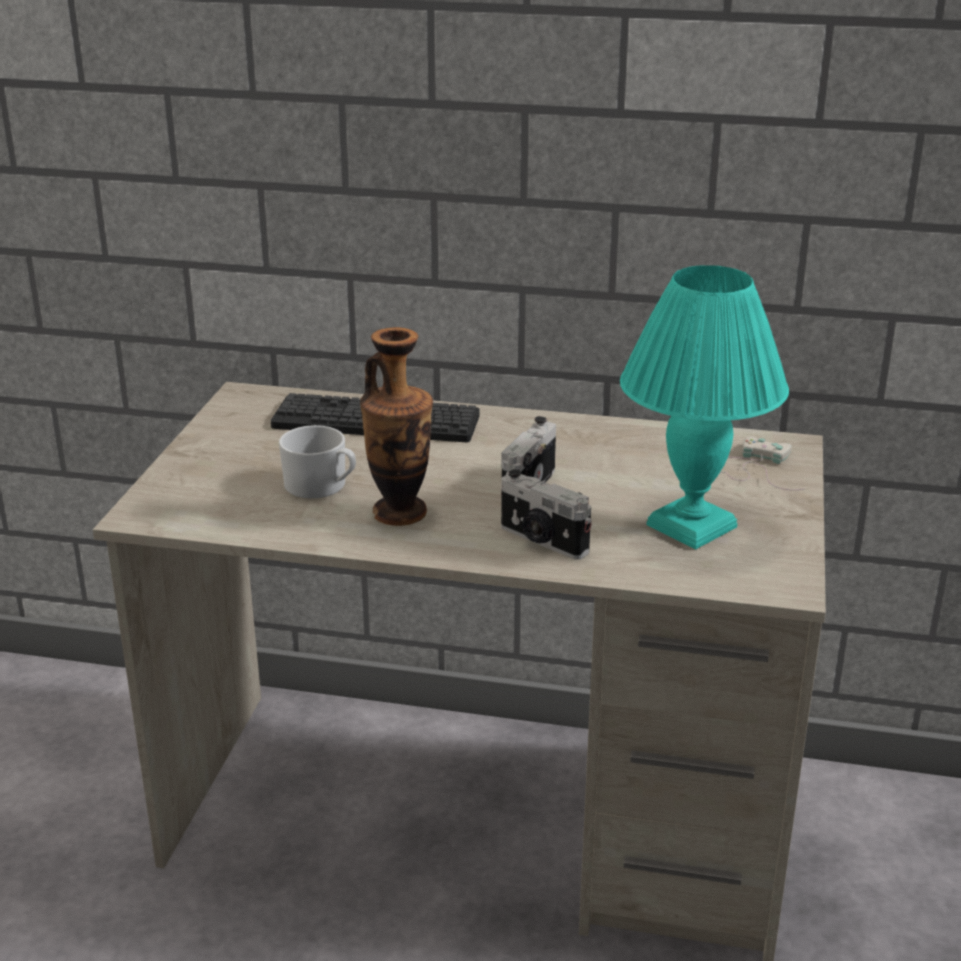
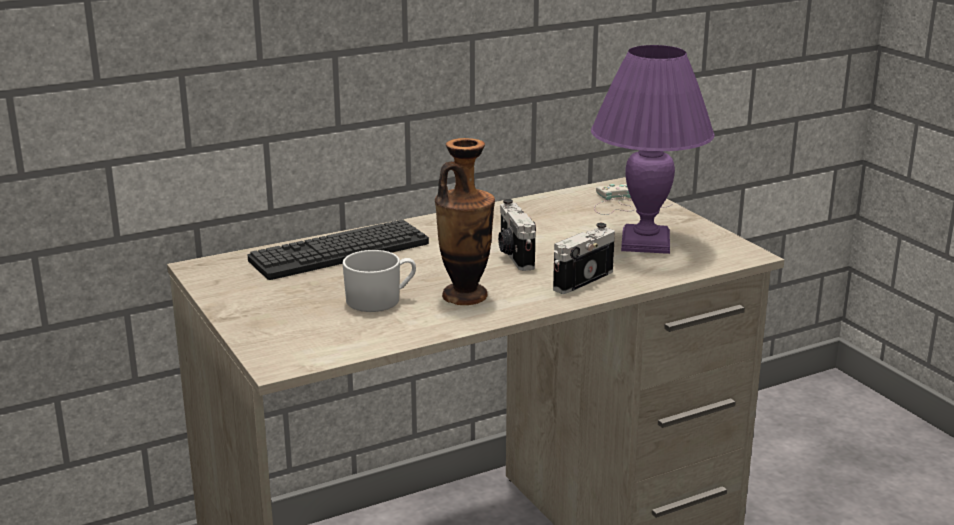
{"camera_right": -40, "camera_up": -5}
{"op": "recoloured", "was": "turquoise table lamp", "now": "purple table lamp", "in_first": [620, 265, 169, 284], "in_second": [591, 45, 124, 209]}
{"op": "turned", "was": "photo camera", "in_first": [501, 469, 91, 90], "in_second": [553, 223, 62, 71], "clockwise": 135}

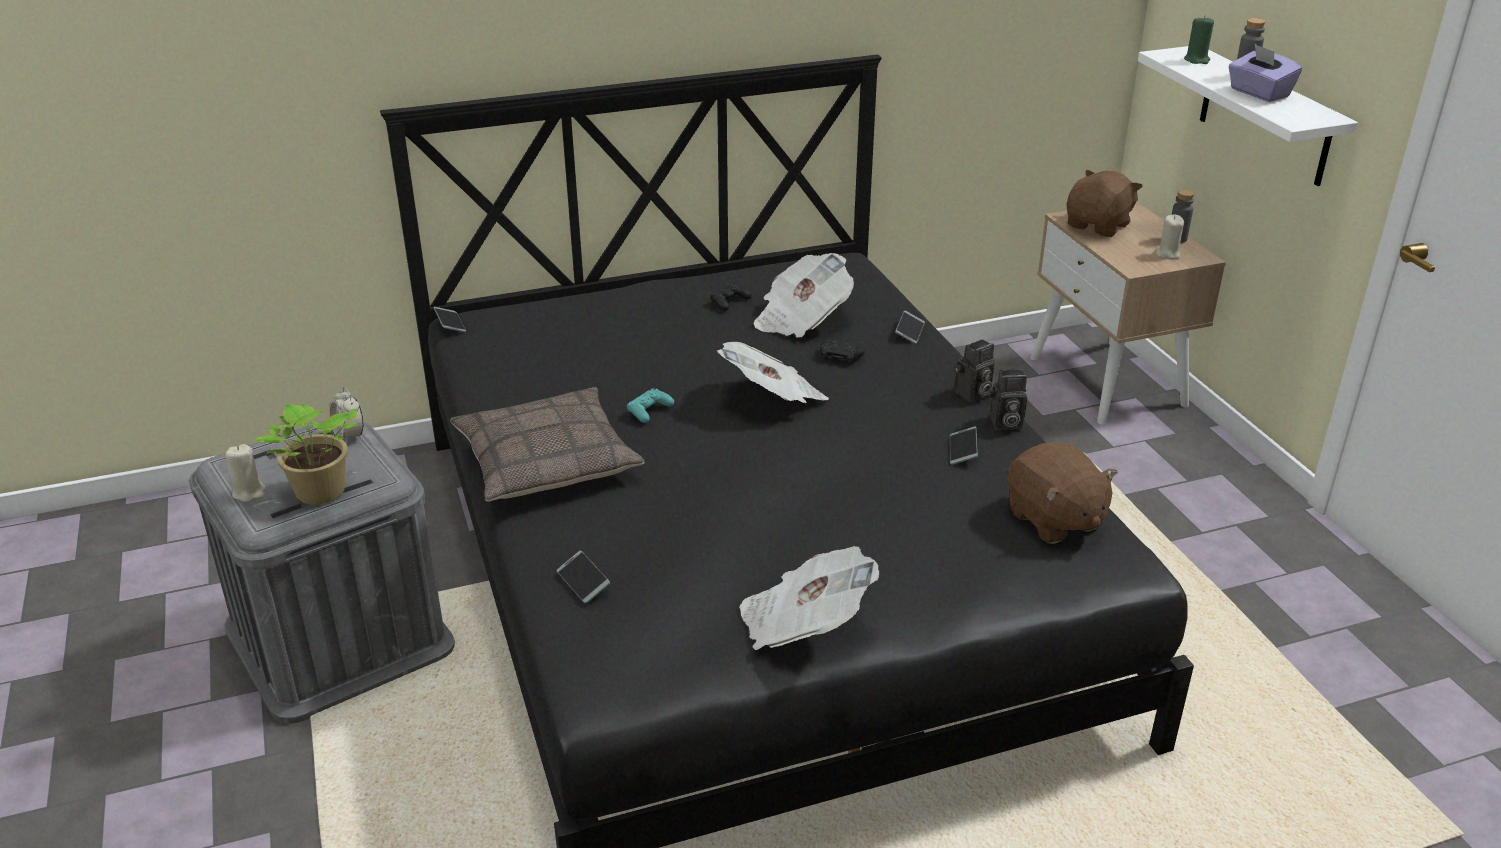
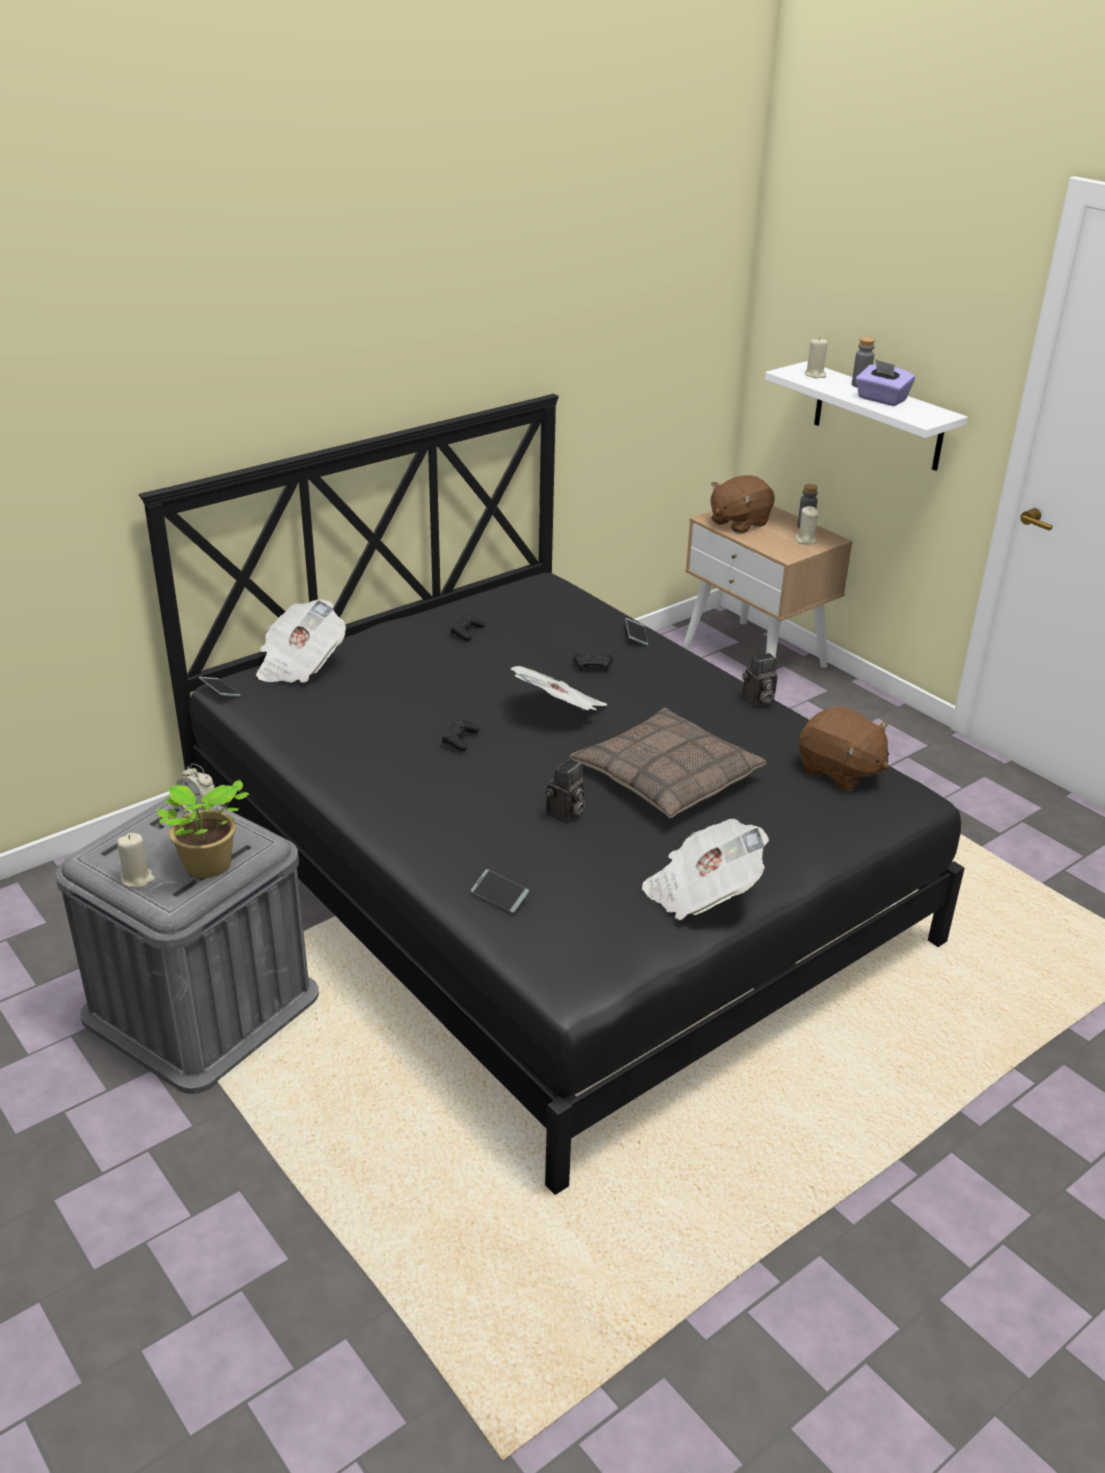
{"camera_right": -20, "camera_up": 0}
{"op": "recoloured", "was": "green candle", "now": "beige candle", "in_first": [1184, 16, 30, 48], "in_second": [805, 338, 23, 40]}
{"op": "turned", "was": "brown plush toy", "in_first": [1067, 170, 76, 67], "in_second": [711, 475, 64, 58], "clockwise": -150}
{"op": "moved", "was": "newspaper", "in_first": [753, 253, 101, 85], "in_second": [256, 599, 90, 84]}
{"op": "moved", "was": "photo camera", "in_first": [954, 339, 40, 63], "in_second": [545, 759, 40, 64]}
{"op": "moved", "was": "pillow", "in_first": [450, 387, 195, 115], "in_second": [570, 708, 196, 110]}
{"op": "recoloured", "was": "turquoise game controller", "now": "black game controller", "in_first": [627, 388, 47, 35], "in_second": [442, 719, 37, 32]}
{"op": "removed", "was": "phone", "in_first": [950, 426, 28, 39]}

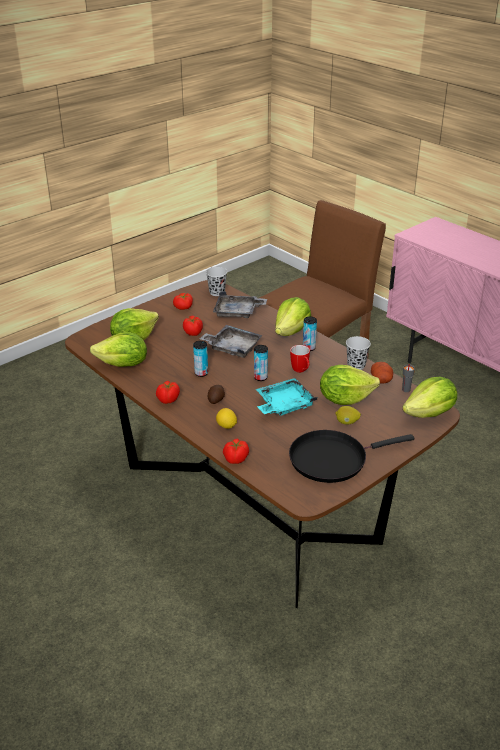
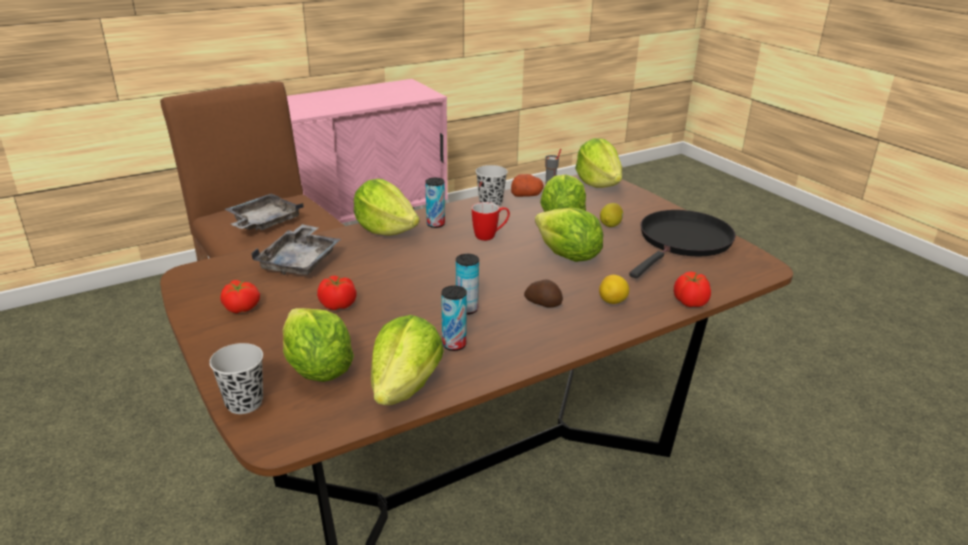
{"camera_right": -80, "camera_up": -5}
{"op": "moved", "was": "black cup", "in_first": [206, 267, 21, 29], "in_second": [209, 343, 54, 71]}
{"op": "moved", "was": "grey tray", "in_first": [200, 325, 63, 33], "in_second": [225, 194, 79, 36]}
{"op": "moved", "was": "can", "in_first": [254, 345, 14, 36], "in_second": [441, 286, 26, 65]}
{"op": "replaced", "was": "turquoise tray", "now": "lettuce", "in_first": [256, 378, 61, 38], "in_second": [535, 208, 68, 54]}
{"op": "removed", "was": "tomato", "in_first": [156, 381, 24, 23]}
{"op": "turned", "was": "black frying pan", "in_first": [289, 430, 125, 53], "in_second": [629, 210, 107, 68], "clockwise": -135}

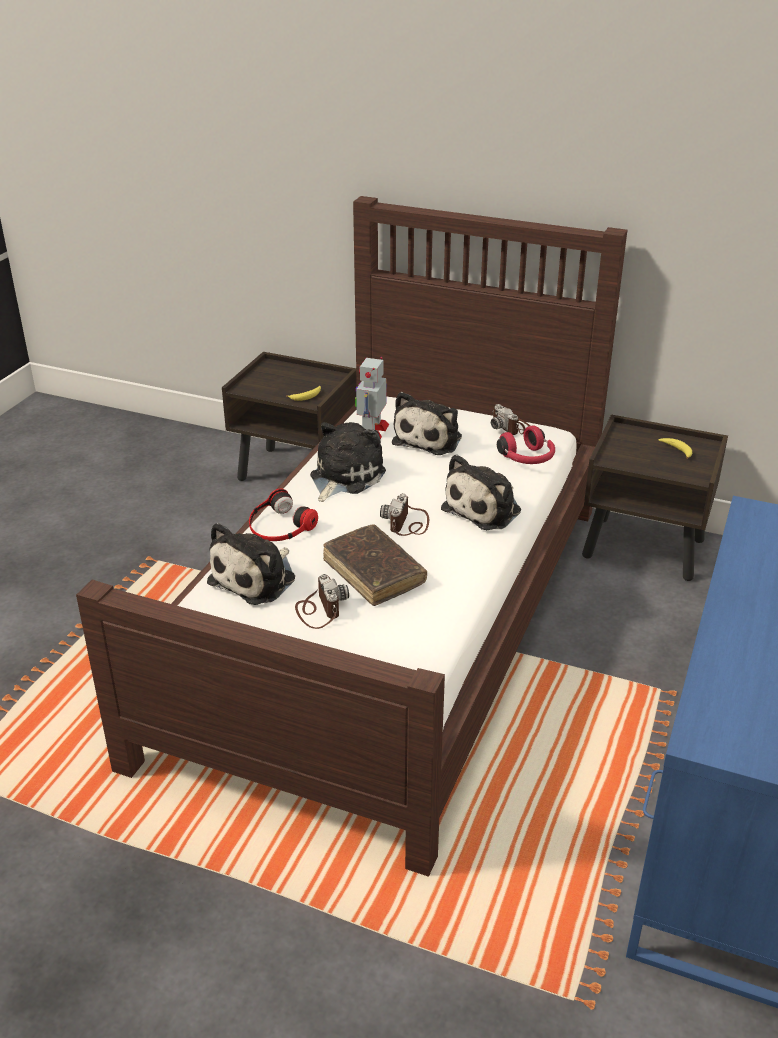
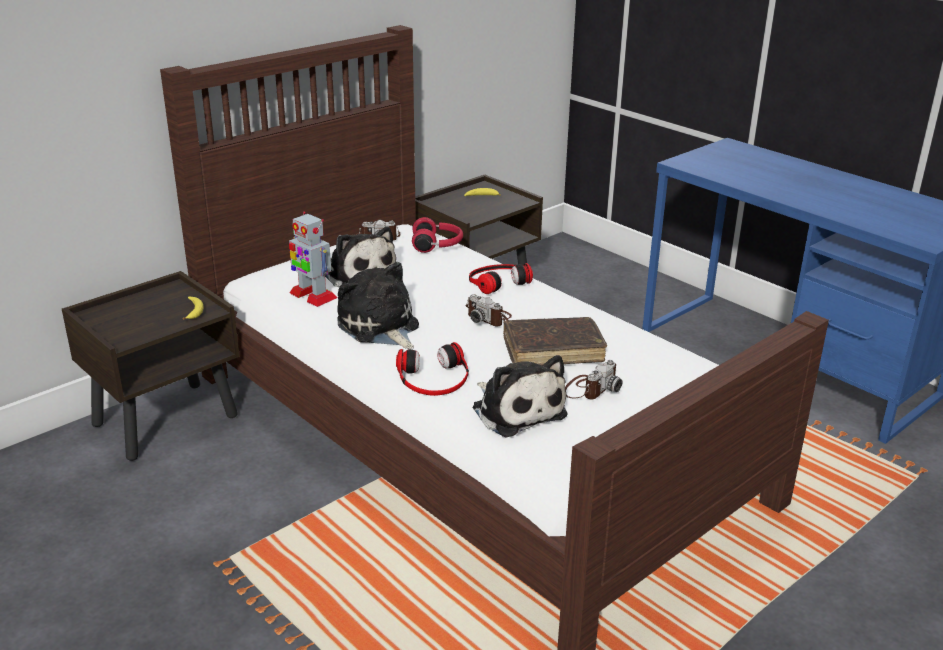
{"camera_right": -65, "camera_up": -5}
{"op": "replaced", "was": "plush toy", "now": "headphones", "in_first": [441, 454, 80, 76], "in_second": [469, 263, 64, 31]}
{"op": "turned", "was": "photo camera", "in_first": [295, 574, 54, 55], "in_second": [565, 360, 57, 39], "clockwise": 120}

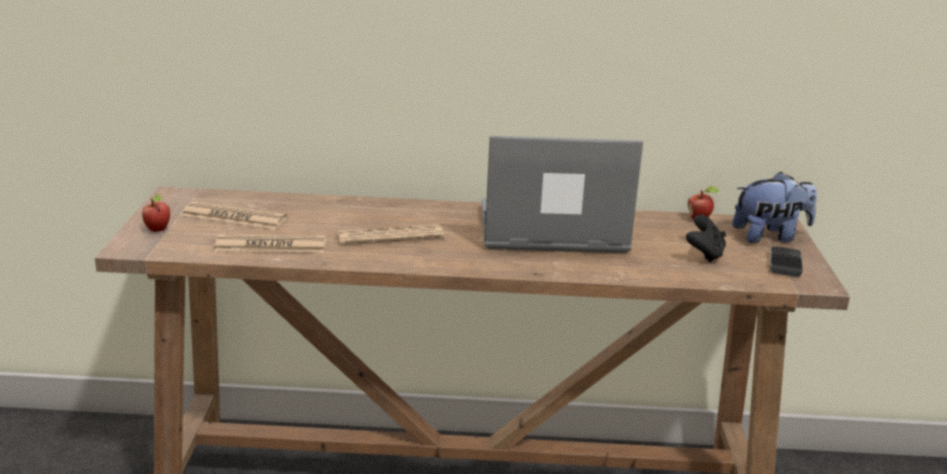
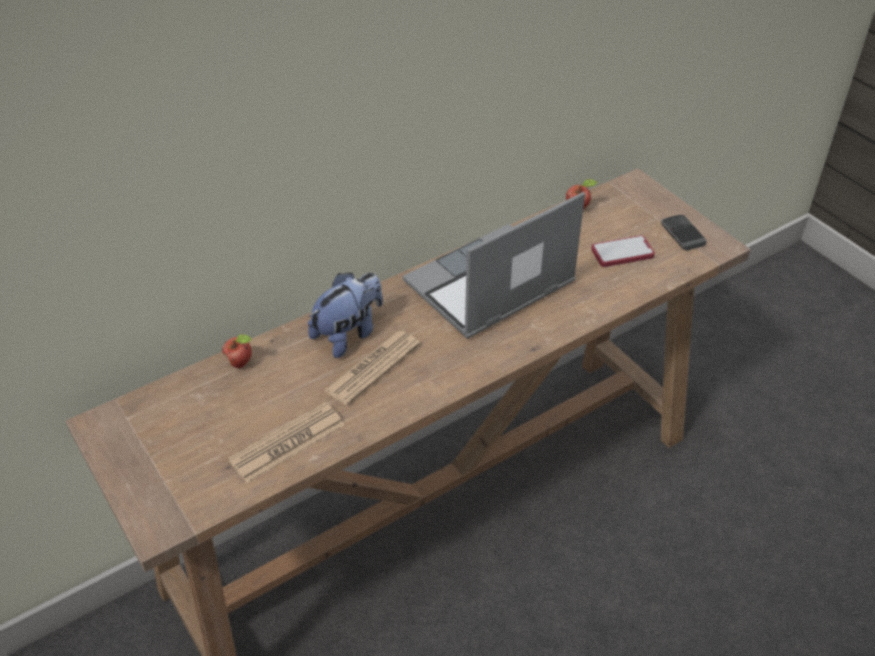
{"camera_right": -35, "camera_up": 20}
{"op": "moved", "was": "plush toy", "in_first": [732, 171, 85, 72], "in_second": [308, 273, 75, 85]}
{"op": "moved", "was": "apple", "in_first": [142, 194, 28, 38], "in_second": [222, 334, 30, 34]}
{"op": "removed", "was": "newspaper", "in_first": [182, 201, 105, 29]}
{"op": "replaced", "was": "black game controller", "now": "phone", "in_first": [686, 214, 40, 49], "in_second": [591, 235, 64, 32]}

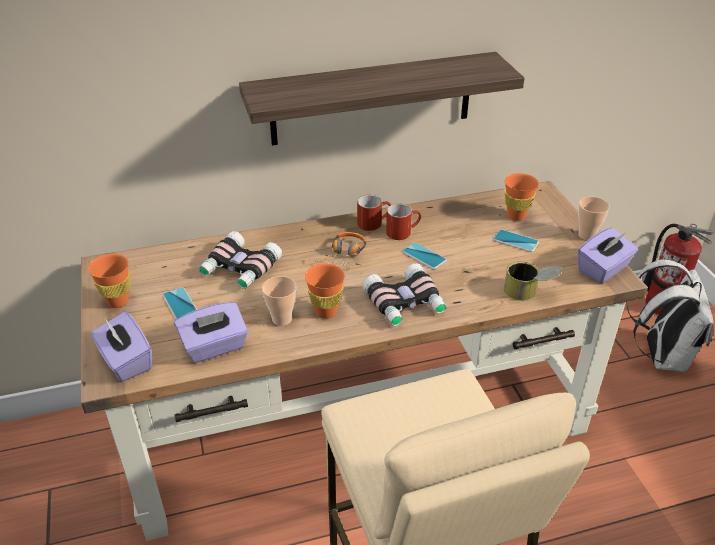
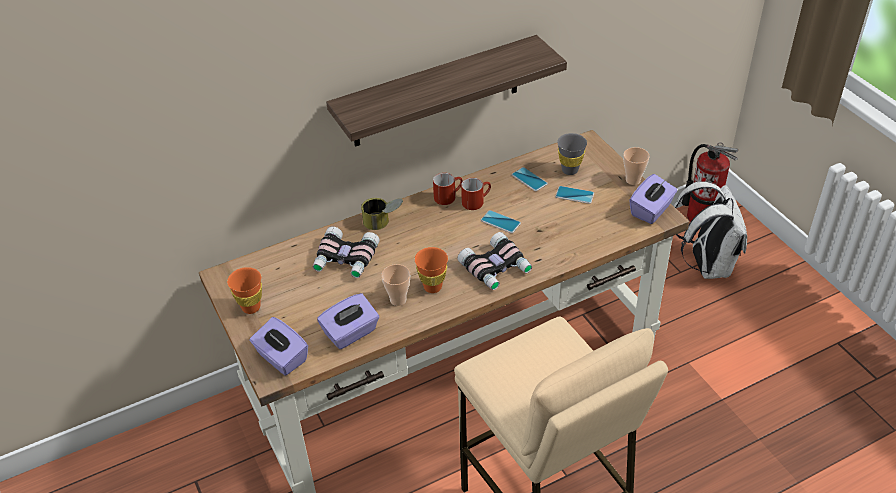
{"camera_right": -10, "camera_up": 5}
{"op": "recoloured", "was": "orange cup", "now": "grey cup", "in_first": [505, 173, 34, 48], "in_second": [557, 133, 30, 42]}
{"op": "removed", "was": "headphones", "in_first": [314, 232, 52, 36]}
{"op": "moved", "was": "can", "in_first": [504, 261, 59, 40], "in_second": [361, 198, 42, 32]}
{"op": "moved", "was": "phone", "in_first": [163, 287, 34, 33], "in_second": [512, 167, 36, 24]}

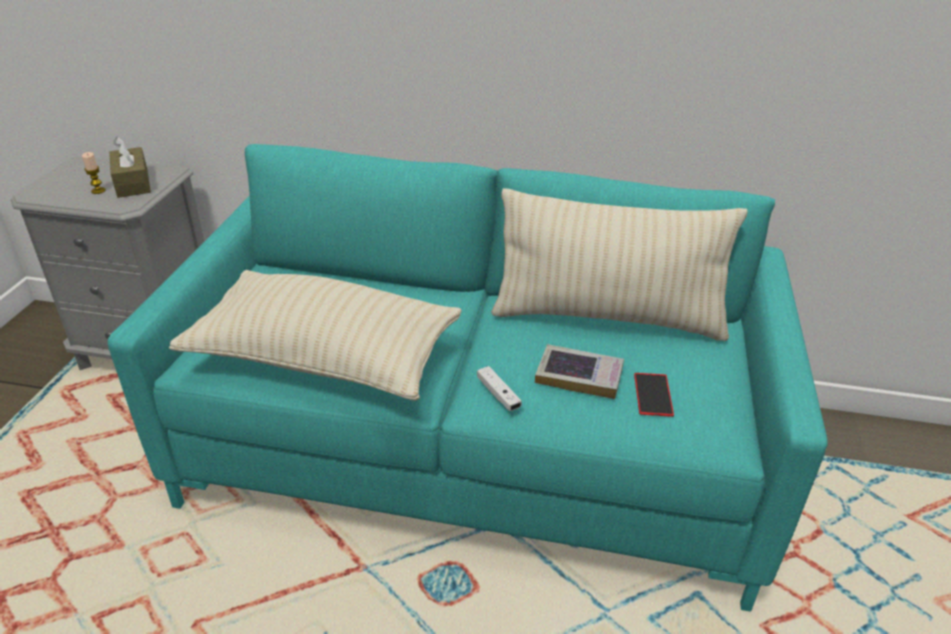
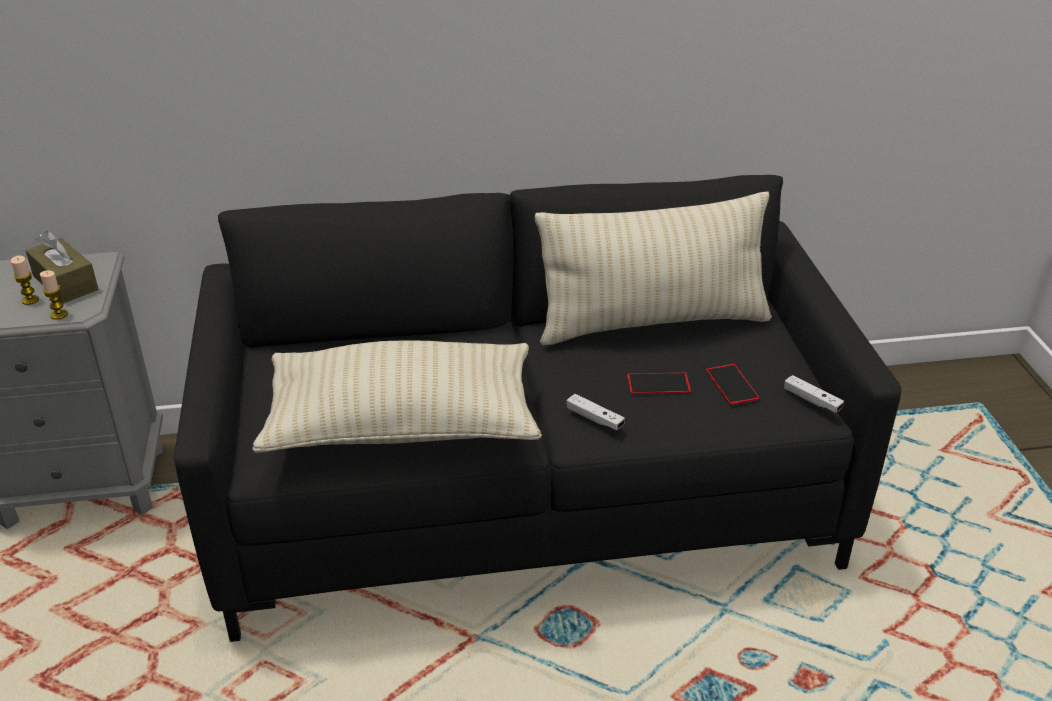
{"camera_right": -20, "camera_up": 0}
{"op": "recoloured", "was": "turquoise sofa", "now": "black sofa", "in_first": [108, 144, 720, 468], "in_second": [174, 175, 727, 467]}
{"op": "replaced", "was": "book", "now": "phone", "in_first": [535, 344, 89, 55], "in_second": [627, 373, 64, 21]}
{"op": "added", "now": "candle", "in_second": [40, 270, 28, 50]}
{"op": "added", "now": "white game controller", "in_second": [784, 375, 60, 38]}

